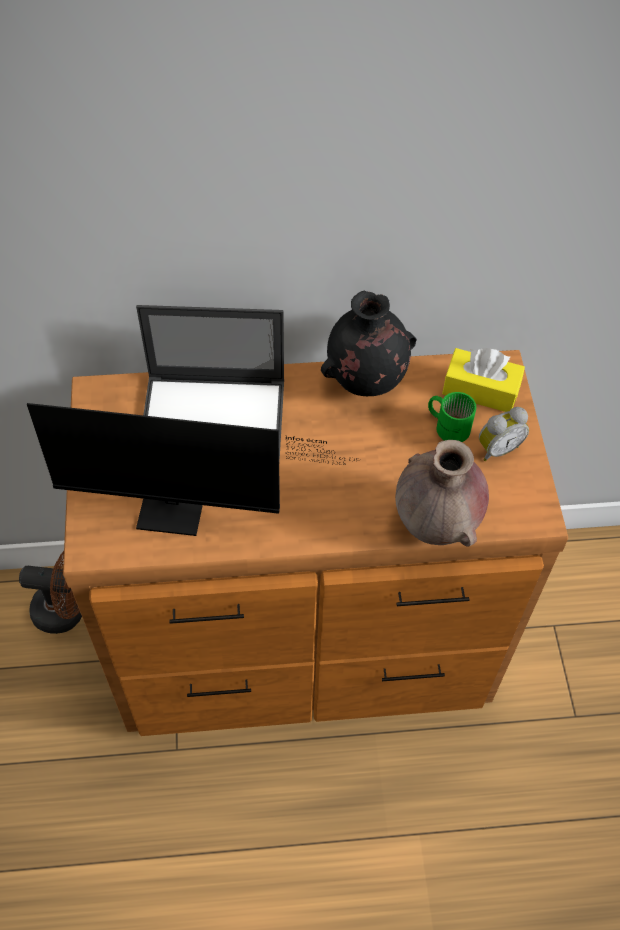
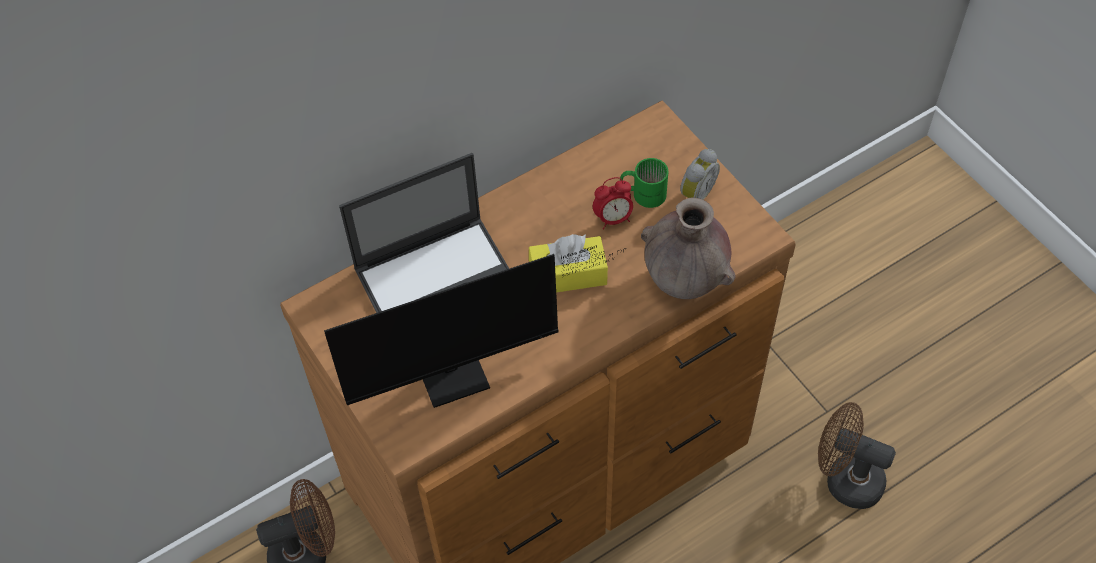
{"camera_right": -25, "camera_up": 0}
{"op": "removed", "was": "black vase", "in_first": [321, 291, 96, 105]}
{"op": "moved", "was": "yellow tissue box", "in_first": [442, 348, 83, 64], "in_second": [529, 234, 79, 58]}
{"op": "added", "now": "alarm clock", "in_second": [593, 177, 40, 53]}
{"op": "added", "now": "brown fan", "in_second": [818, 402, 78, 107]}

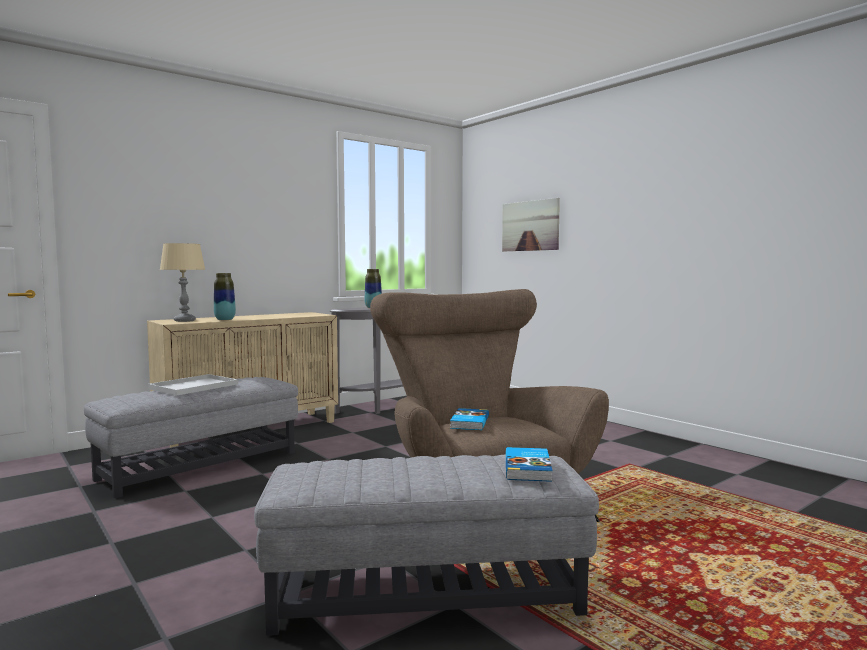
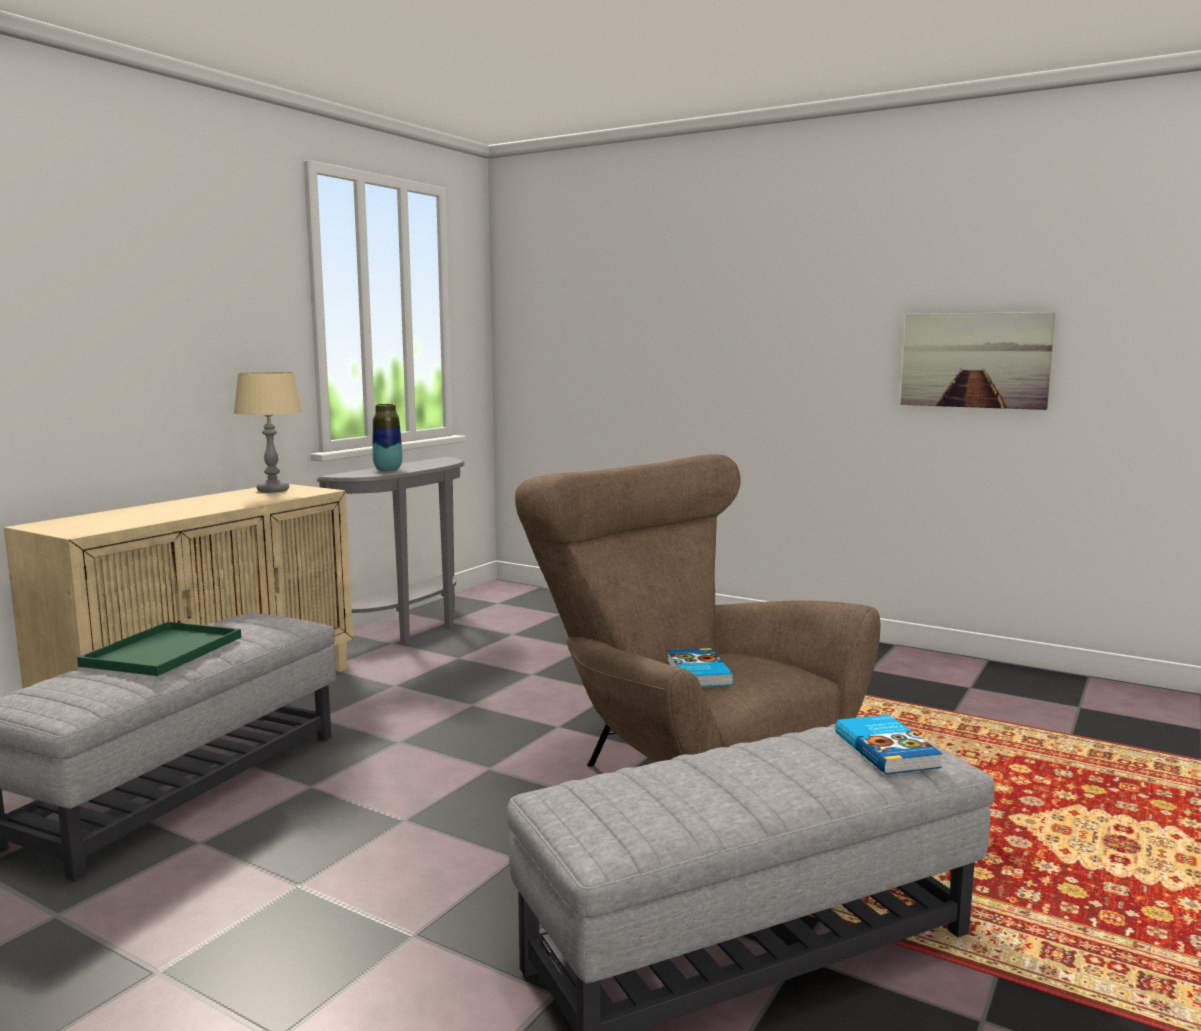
{"camera_right": -20, "camera_up": 5}
{"op": "moved", "was": "picture", "in_first": [502, 198, 58, 53], "in_second": [900, 312, 156, 98]}
{"op": "moved", "was": "beige table lamp", "in_first": [160, 243, 46, 79], "in_second": [234, 372, 68, 121]}
{"op": "removed", "was": "vase", "in_first": [214, 273, 22, 47]}
{"op": "recoloured", "was": "white tray", "now": "green tray", "in_first": [148, 374, 90, 22], "in_second": [77, 622, 164, 54]}

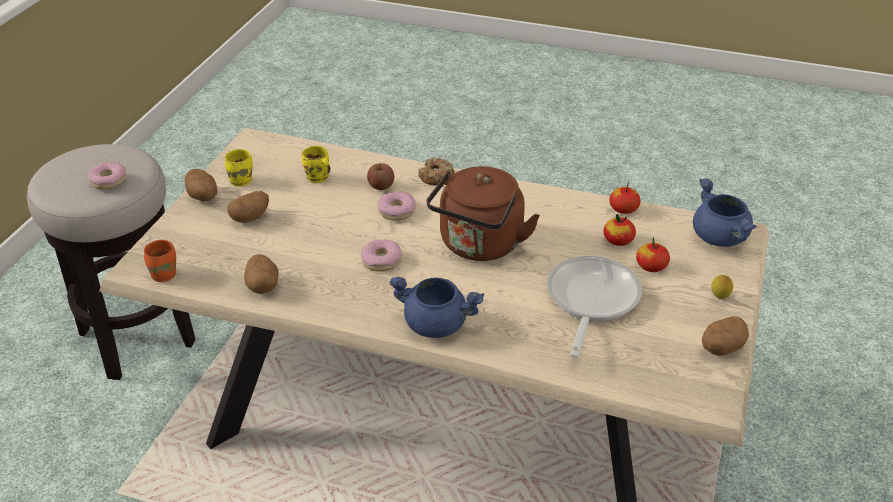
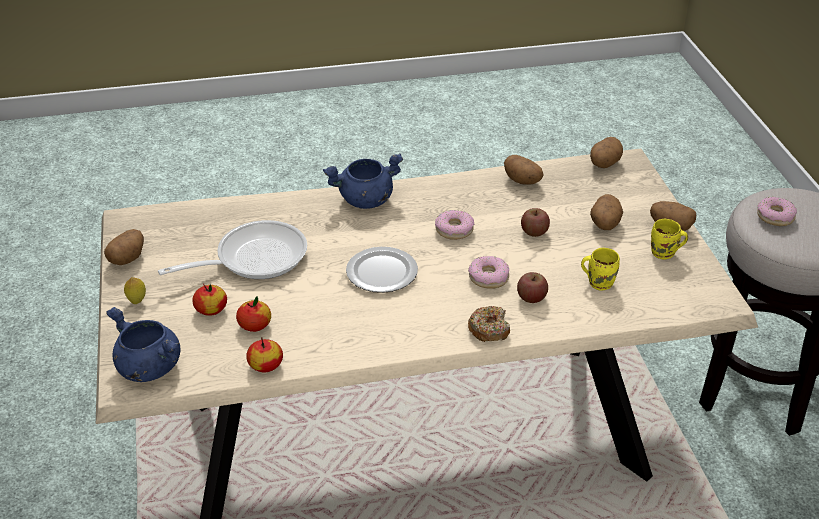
{"camera_right": 150, "camera_up": 0}
{"op": "replaced", "was": "brown kettle", "now": "plate", "in_first": [427, 166, 113, 95], "in_second": [346, 247, 72, 46]}
{"op": "replaced", "was": "orange mug", "now": "potato", "in_first": [144, 240, 32, 42], "in_second": [590, 137, 33, 31]}
{"op": "turned", "was": "frying pan", "in_first": [547, 256, 95, 102], "in_second": [158, 220, 149, 59], "clockwise": -105}
{"op": "added", "now": "apple", "in_second": [521, 208, 29, 29]}

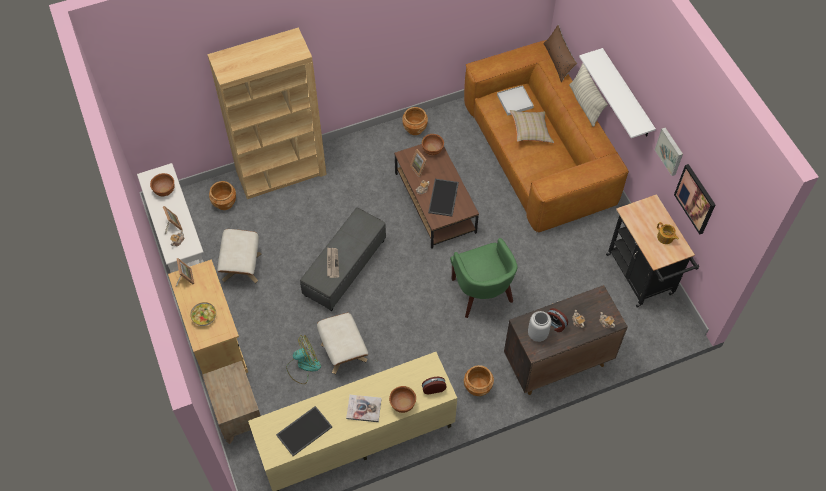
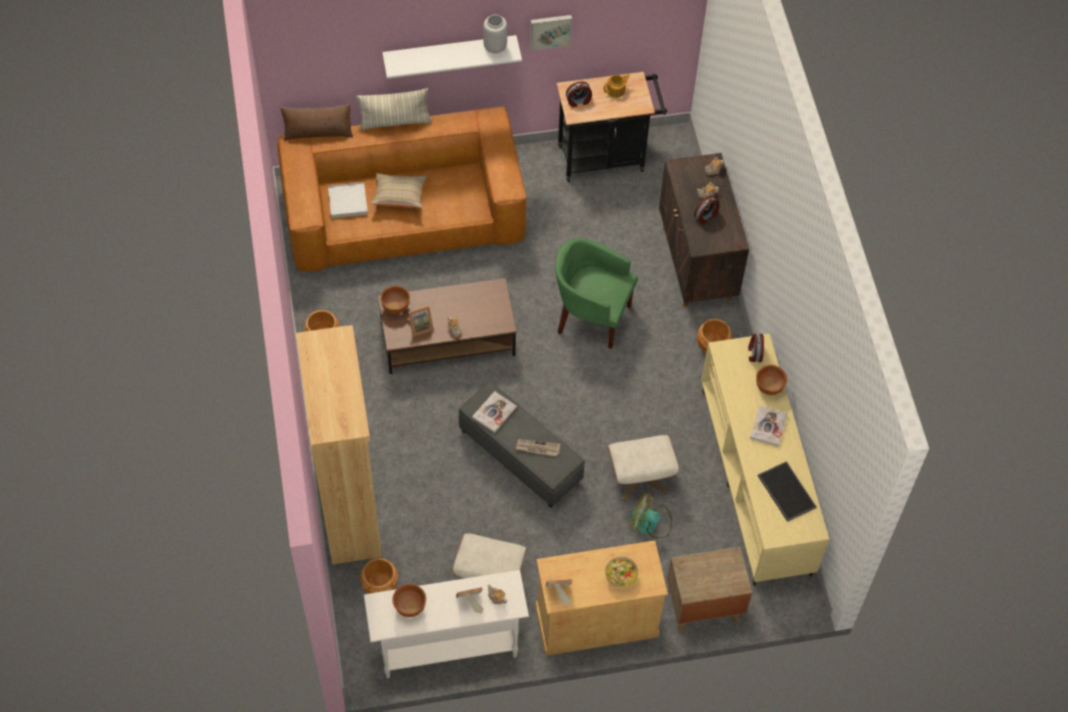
{"camera_right": -80, "camera_up": 0}
{"op": "removed", "was": "picture", "in_first": [674, 164, 41, 71]}
{"op": "removed", "was": "tray", "in_first": [428, 179, 31, 38]}
{"op": "turned", "was": "green armchair", "in_first": [450, 238, 68, 80], "in_second": [555, 238, 83, 111], "clockwise": -150}
{"op": "moved", "was": "grey vase", "in_first": [528, 311, 23, 31], "in_second": [483, 15, 24, 38]}
{"op": "turned", "was": "fan", "in_first": [286, 335, 35, 49], "in_second": [630, 493, 42, 45], "clockwise": -60}
{"op": "added", "now": "alarm clock", "in_second": [566, 81, 26, 26]}
{"op": "added", "now": "book", "in_second": [472, 391, 45, 42]}

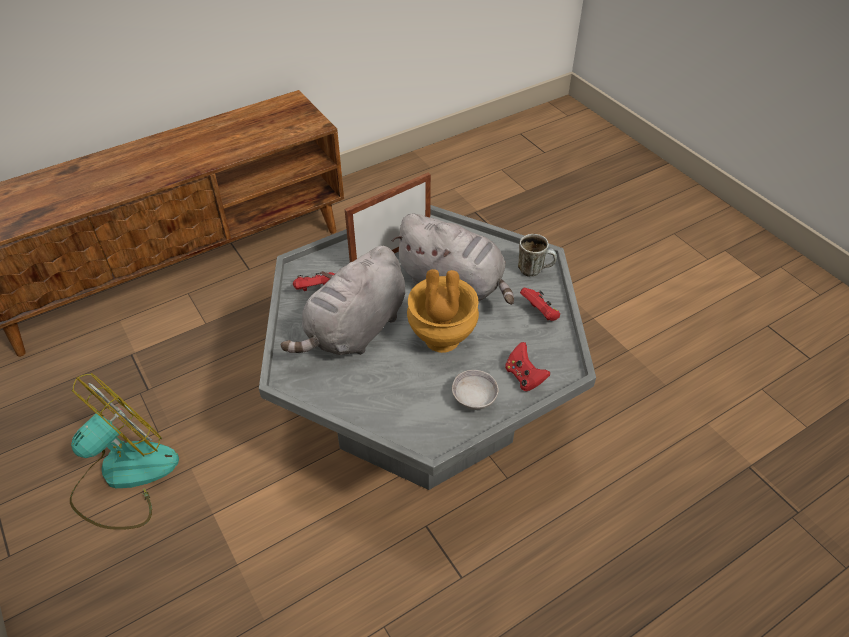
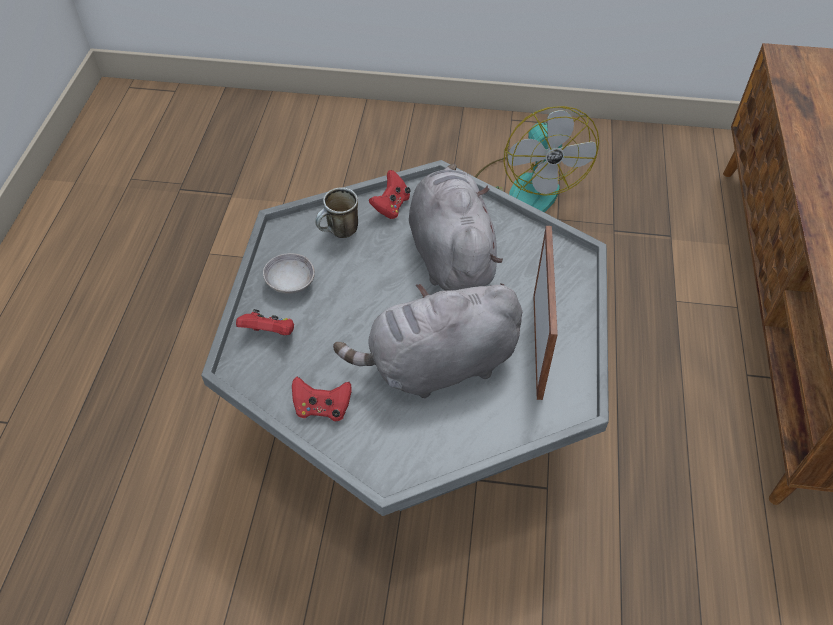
{"camera_right": 130, "camera_up": 5}
{"op": "moved", "was": "mug", "in_first": [518, 234, 39, 43], "in_second": [315, 187, 43, 51]}
{"op": "removed", "was": "brown vase", "in_first": [407, 269, 72, 84]}
{"op": "moved", "was": "red game controller", "in_first": [293, 272, 42, 19], "in_second": [369, 170, 41, 49]}

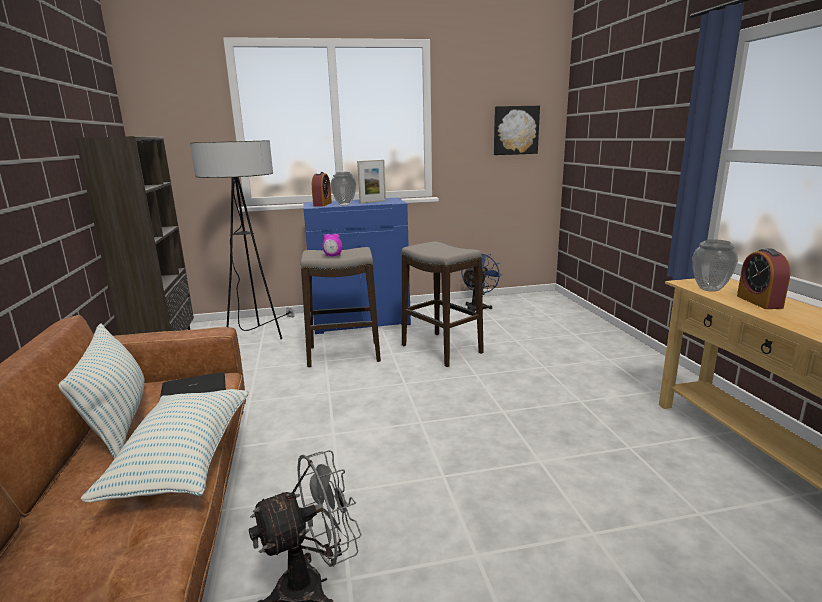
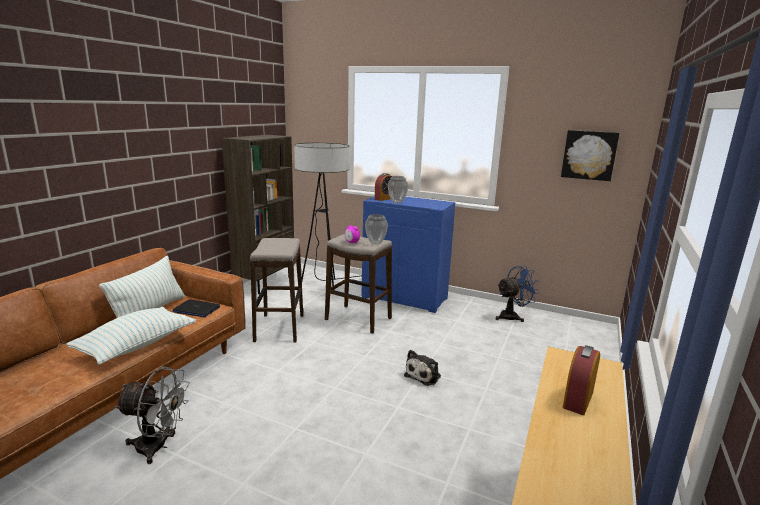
{"camera_right": 35, "camera_up": 0}
{"op": "removed", "was": "picture frame", "in_first": [357, 160, 29, 44]}
{"op": "moved", "was": "vase", "in_first": [692, 239, 46, 53], "in_second": [365, 214, 23, 30]}
{"op": "moved", "was": "stool", "in_first": [402, 241, 82, 126], "in_second": [250, 238, 53, 105]}
{"op": "added", "now": "plush toy", "in_second": [404, 350, 37, 36]}

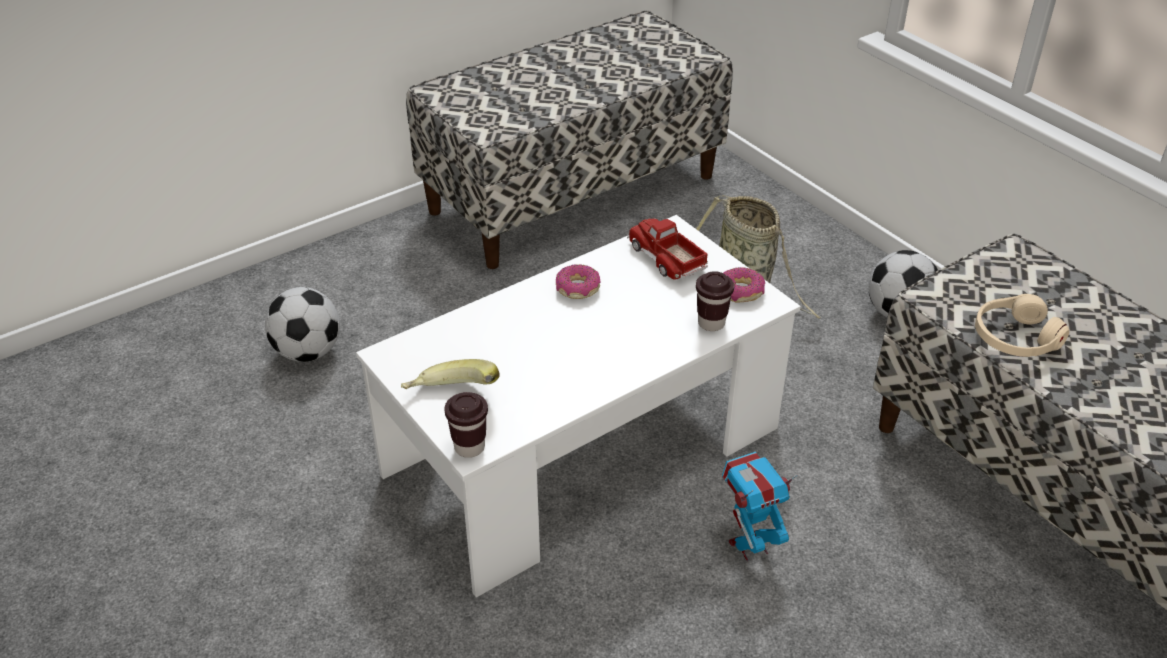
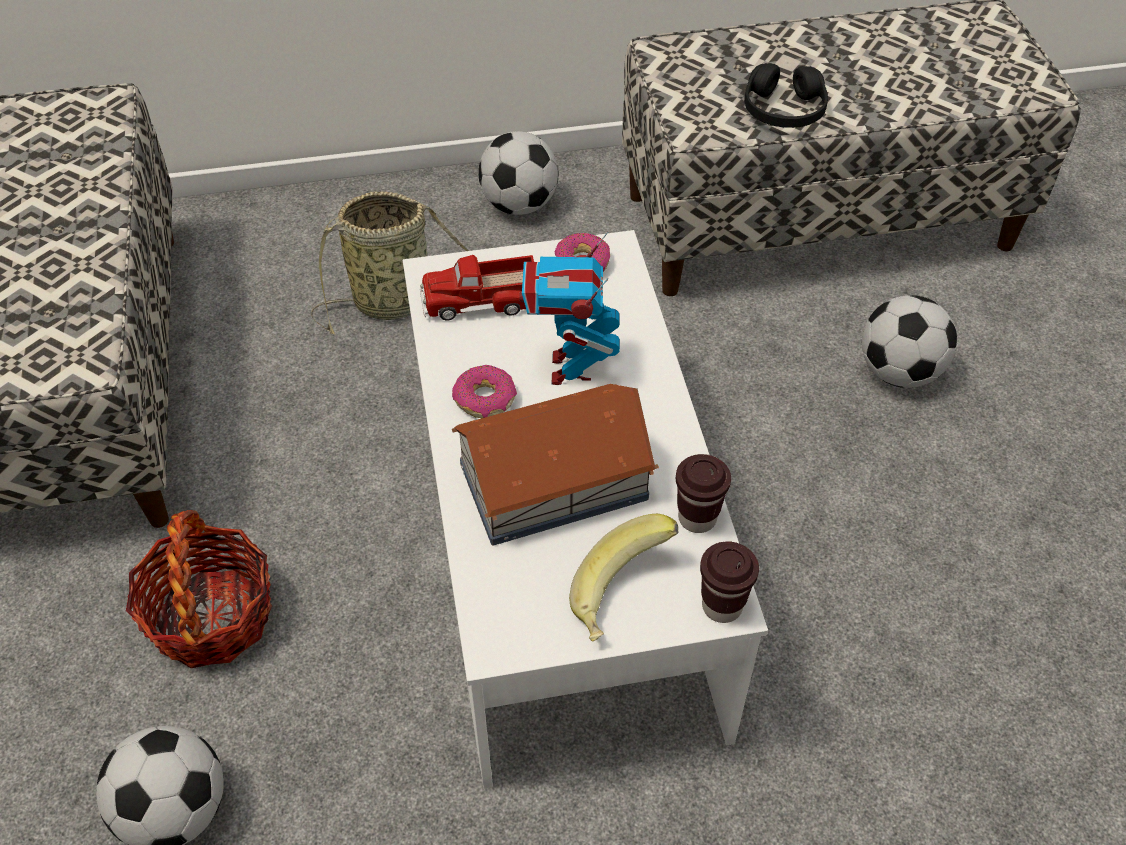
{"camera_right": -65, "camera_up": 10}
{"op": "moved", "was": "brown cup", "in_first": [696, 271, 38, 60], "in_second": [676, 454, 55, 79]}
{"op": "recoloured", "was": "beige headphones", "now": "black headphones", "in_first": [975, 294, 94, 63], "in_second": [744, 63, 84, 65]}
{"op": "moved", "was": "toy robot", "in_first": [722, 452, 76, 109], "in_second": [519, 232, 101, 153]}
{"op": "added", "now": "football", "in_second": [862, 295, 95, 93]}
{"op": "added", "now": "toy house", "in_second": [452, 384, 207, 162]}
{"op": "added", "now": "basket", "in_second": [126, 510, 146, 158]}

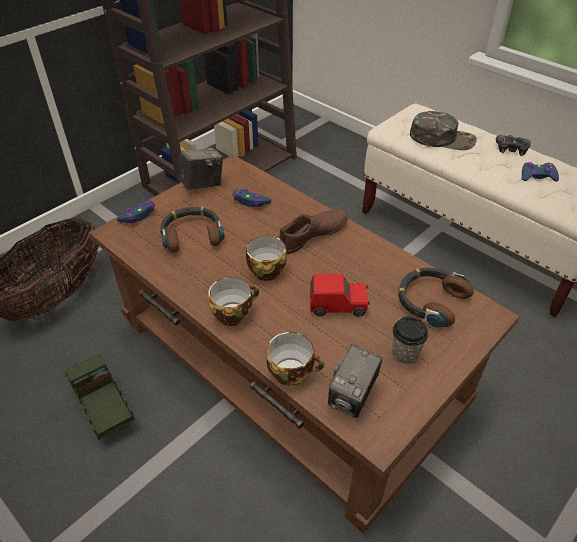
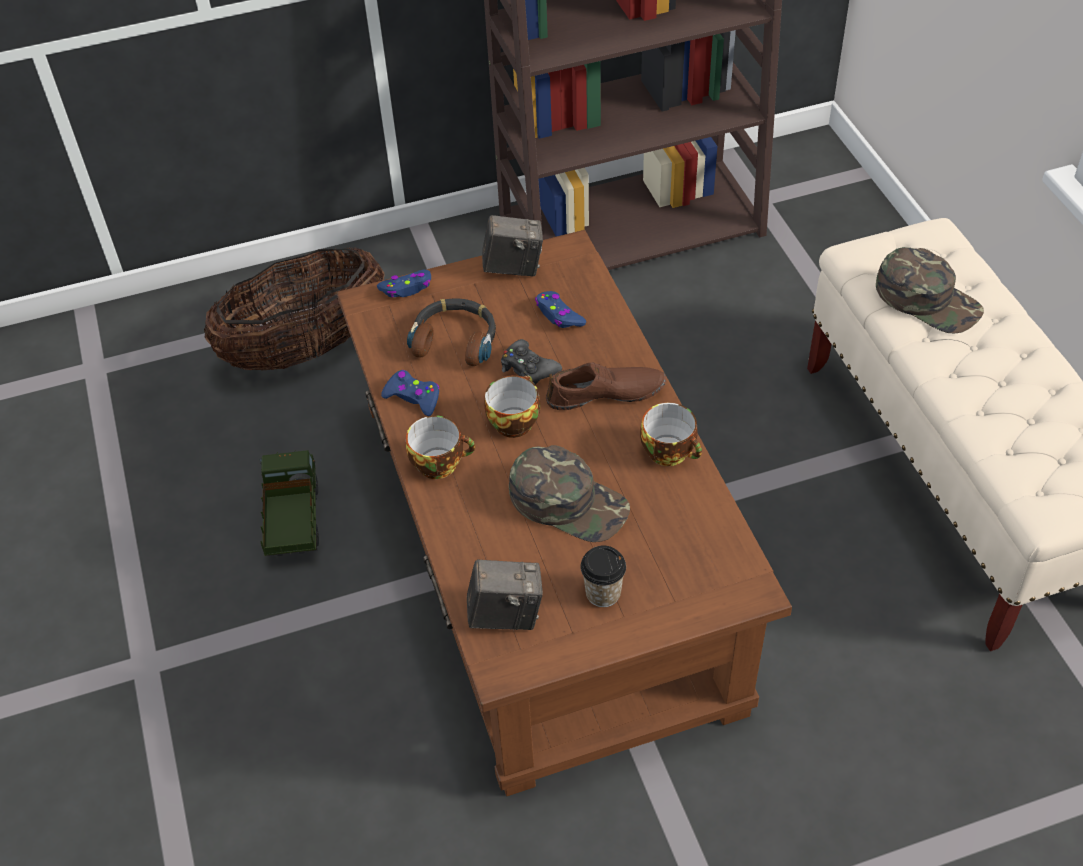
{"camera_right": 30, "camera_up": 5}
{"op": "moved", "was": "black game controller", "in_first": [496, 135, 35, 21], "in_second": [501, 339, 61, 46]}
{"op": "moved", "was": "blue game controller", "in_first": [522, 162, 37, 19], "in_second": [381, 370, 59, 46]}
{"op": "removed", "was": "headphones", "in_first": [398, 268, 76, 60]}
{"op": "replaced", "was": "red toy car", "now": "green cap", "in_first": [310, 274, 60, 43], "in_second": [509, 445, 121, 97]}
{"op": "moved", "was": "cup", "in_first": [266, 332, 58, 54], "in_second": [640, 403, 62, 63]}
{"op": "turned", "was": "photo camera", "in_first": [328, 344, 54, 74], "in_second": [467, 559, 76, 71], "clockwise": -150}

